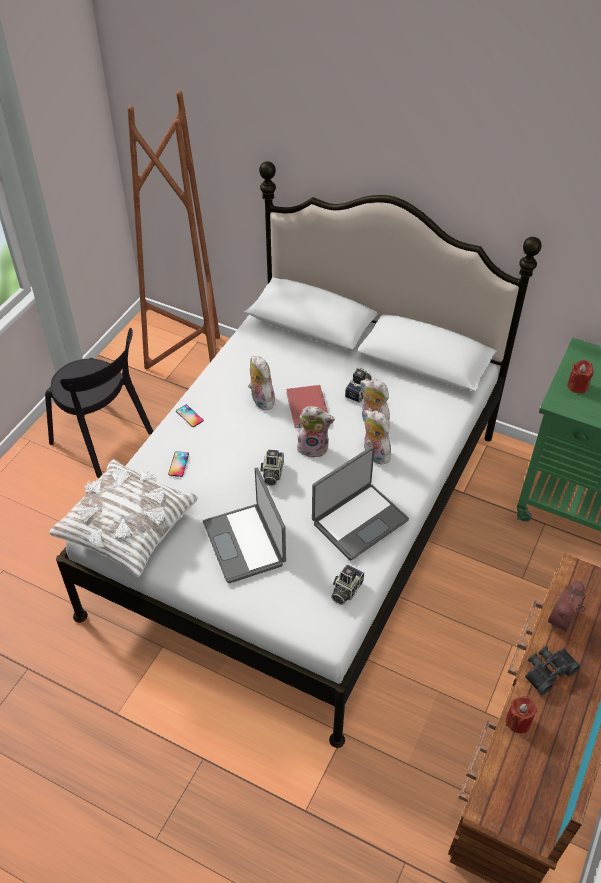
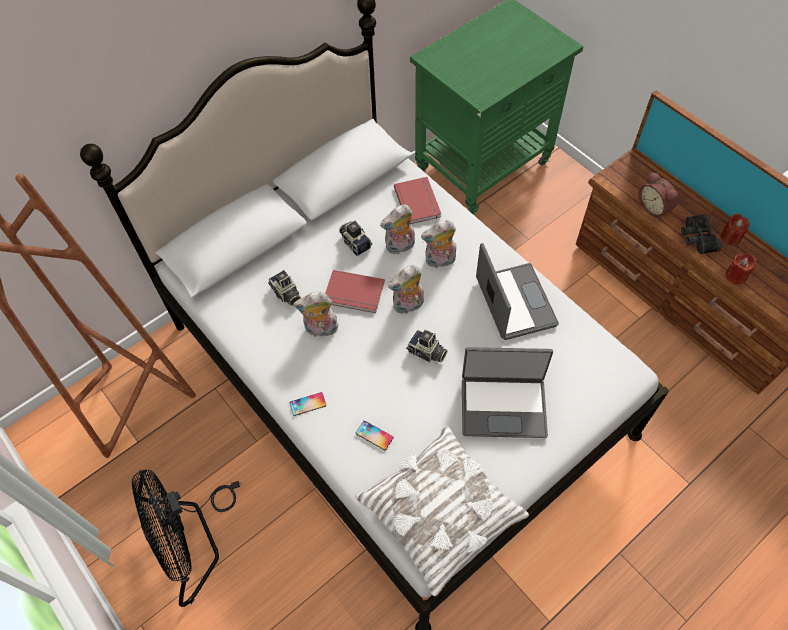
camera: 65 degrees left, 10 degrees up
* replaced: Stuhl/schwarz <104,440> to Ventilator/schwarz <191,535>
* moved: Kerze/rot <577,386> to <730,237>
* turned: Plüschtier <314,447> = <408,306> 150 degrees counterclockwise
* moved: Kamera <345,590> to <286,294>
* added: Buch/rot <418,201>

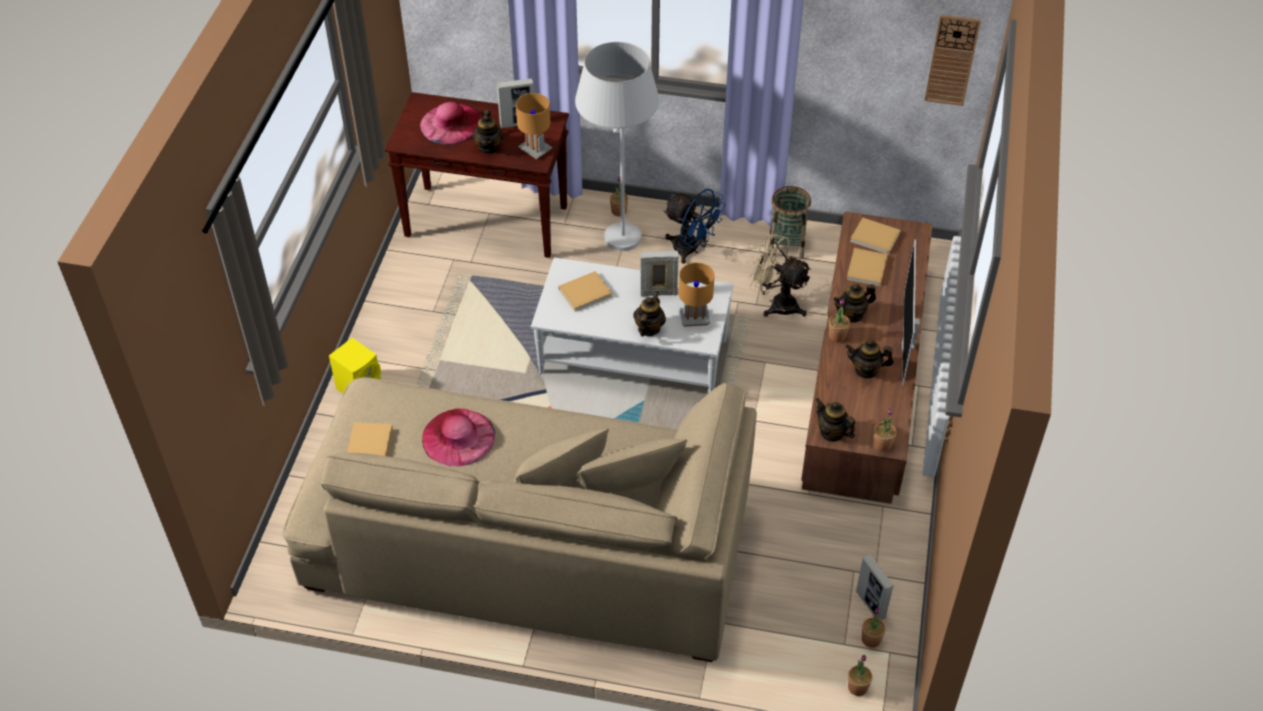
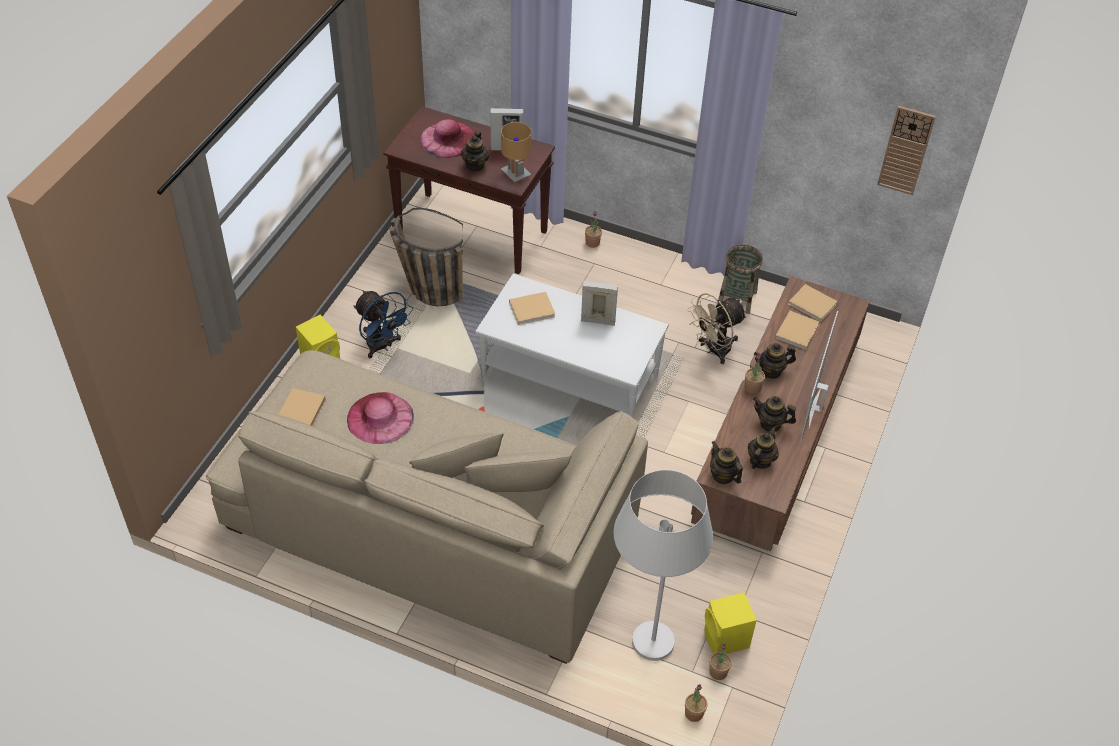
camera: 10 degrees right, 0 degrees up
* moved: Stehlampe/weiß <618,252> to <644,661>
* moved: Ventilator/blau <691,250> to <382,346>
* turned: Ventilator/beige <776,304> = <713,350> 75 degrees counterclockwise
* removed: Tischlampe/braun <694,318>
* moved: Teekanne <648,328> to <760,460>
* removed: Topfpflanze <882,444>
* replaced: Bilderrahmen <870,605> to Lautsprecher/gelb <726,640>
* added: Korb <425,289>

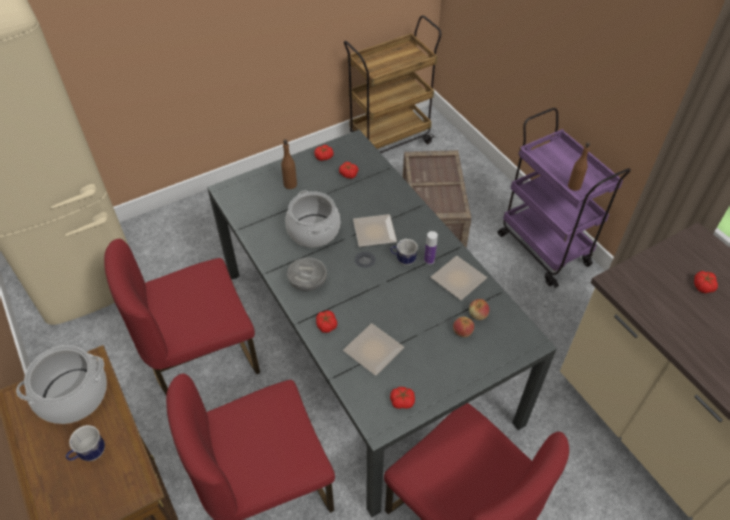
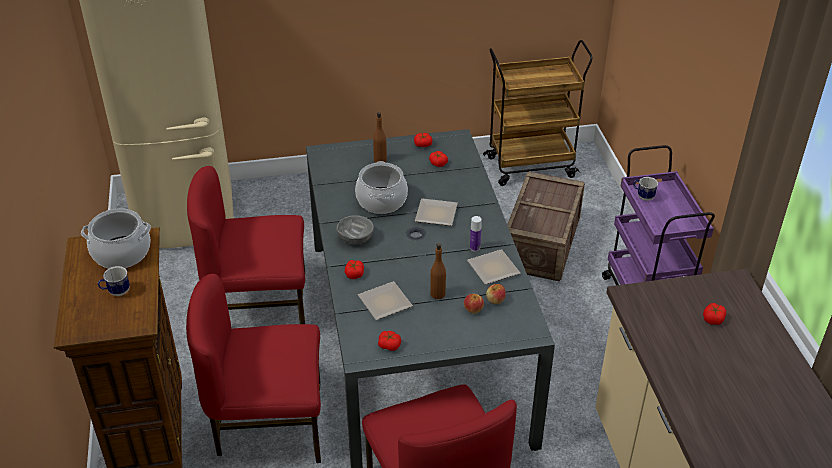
camera: 20 degrees right, 10 degrees down
* moved: Flasche/braun <574,186> to <438,294>
* moved: Henkelbecher <403,260> to <643,196>

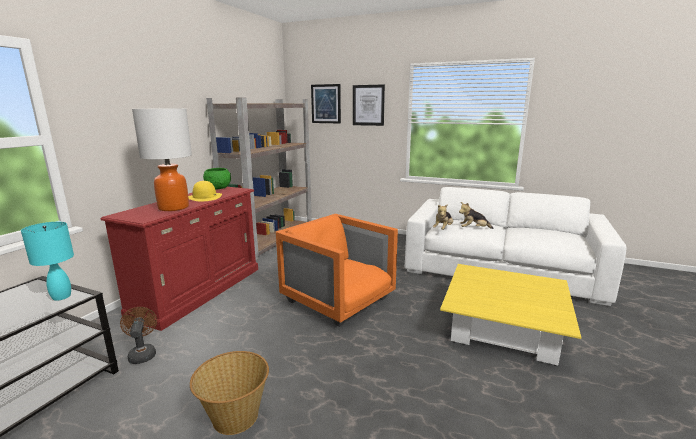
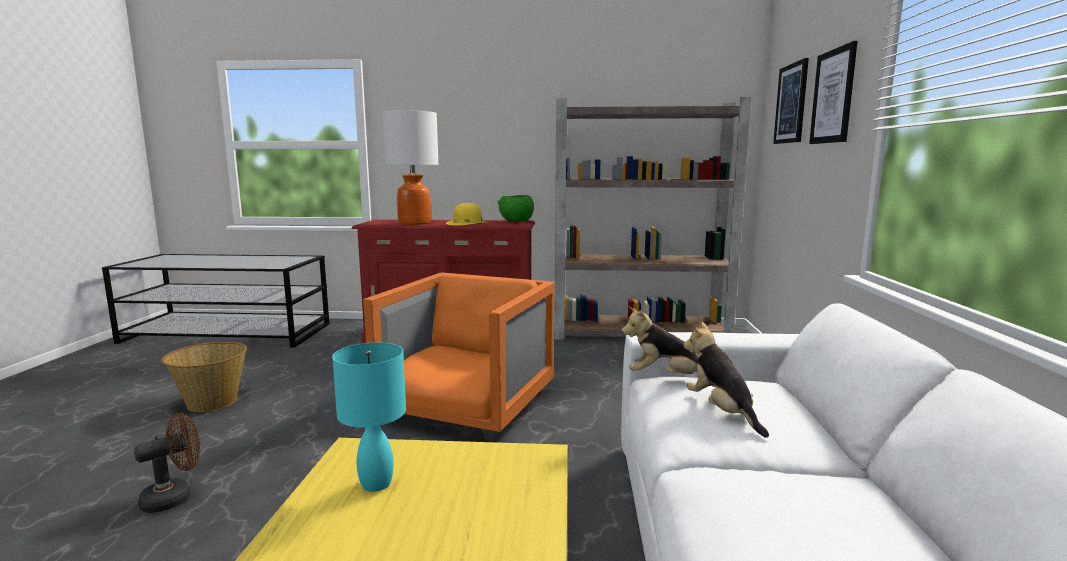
camera: 70 degrees right, 5 degrees down
* moved: Tischlampe/türkis <61,297> to <375,484>
* moved: Ventilator/braun <142,353> to <175,497>

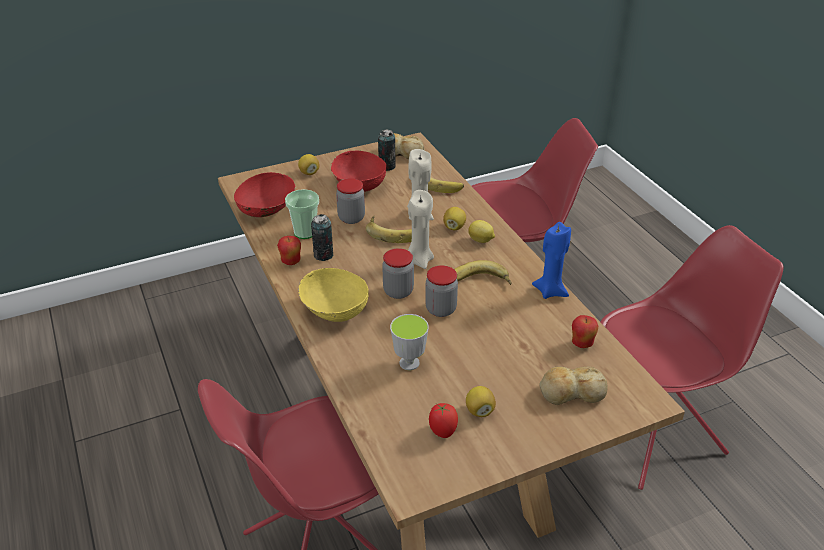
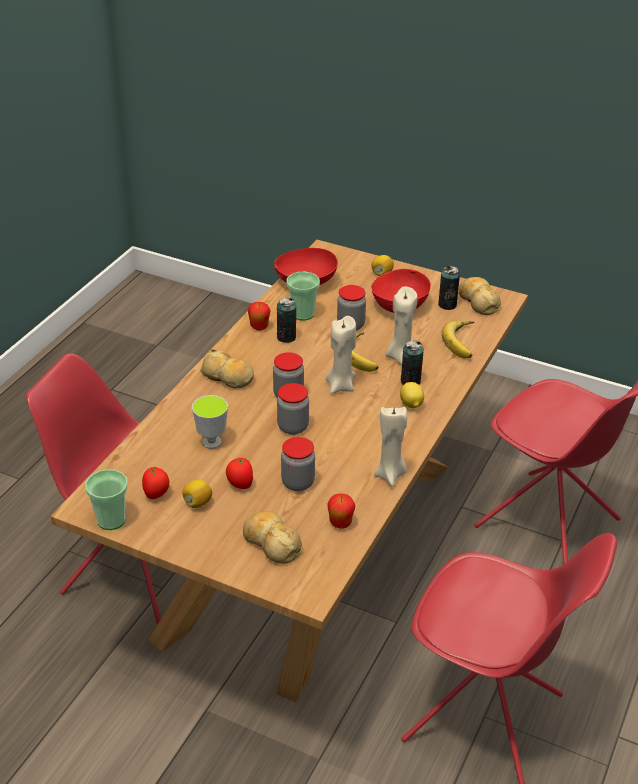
camera: 50 degrees right, 0 degrees up
* replaced: Zitrone <454,227> to Dose <410,381>
* recoloured: Kerze/blau <550,291> to Kerze/beige <390,475>
* removed: Banane <478,282>
* replaced: Schüssel/gelb <334,311> to Brot <228,377>
* added: Vorratsglas <298,482>
* added: Tomate <240,485>
* added: Tasse <111,520>

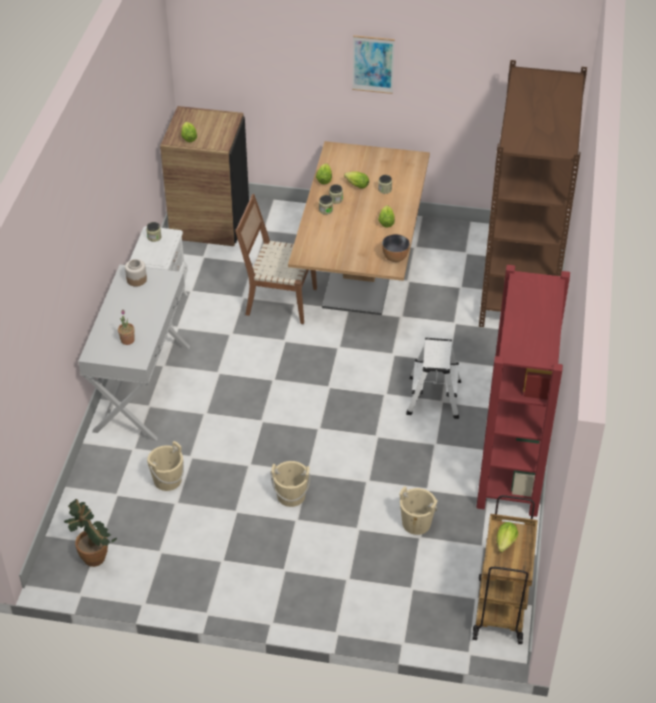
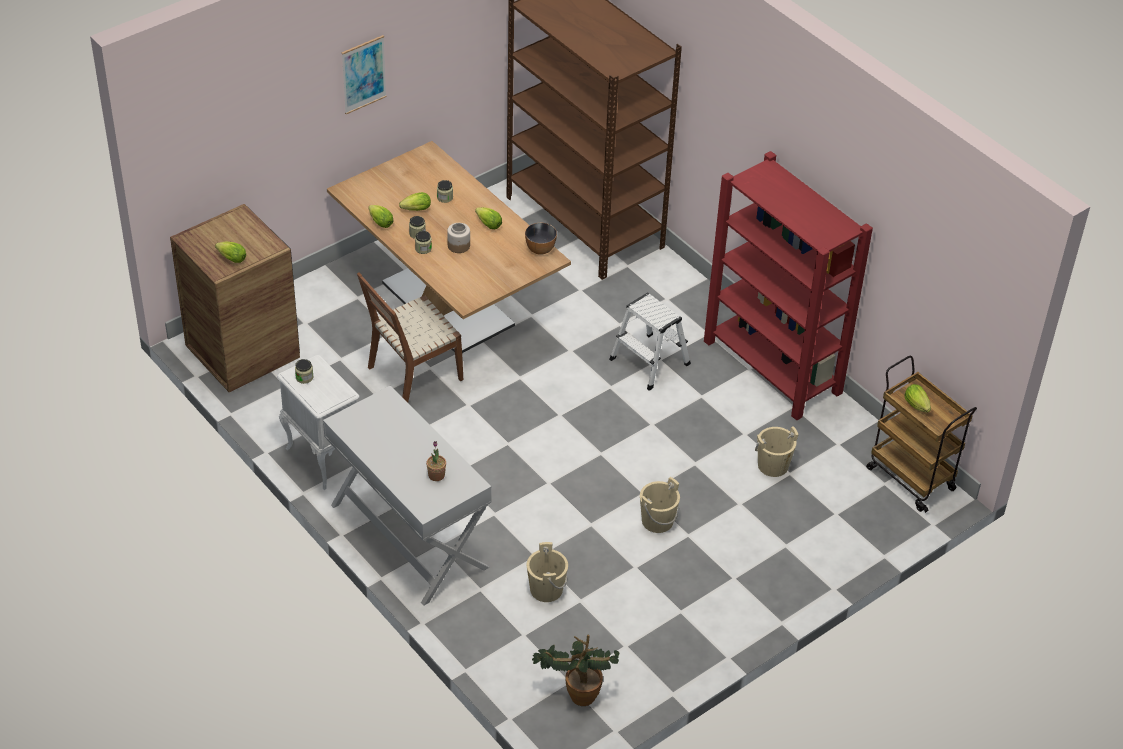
camera: 50 degrees left, 0 degrees up
* moved: Vorratsglas <136,279> to <458,245>

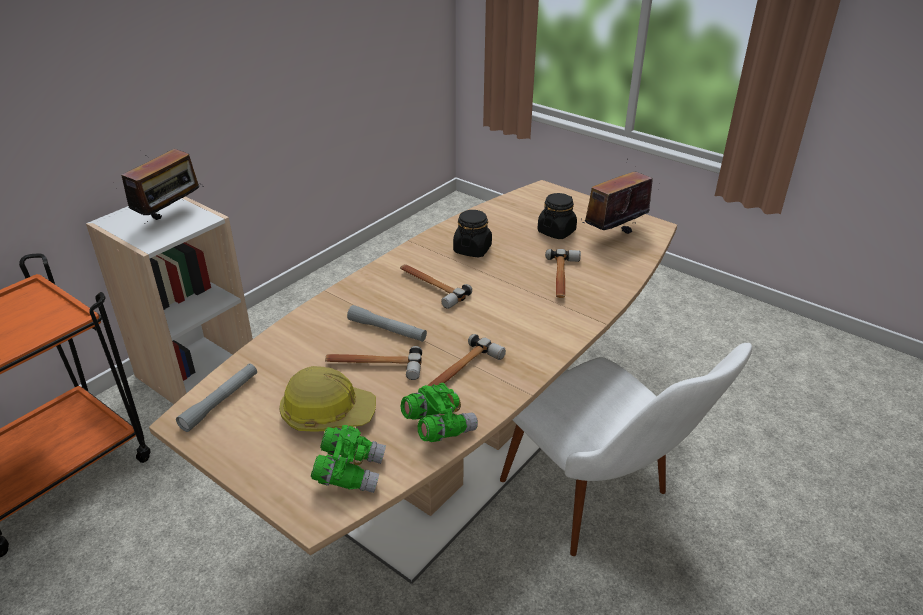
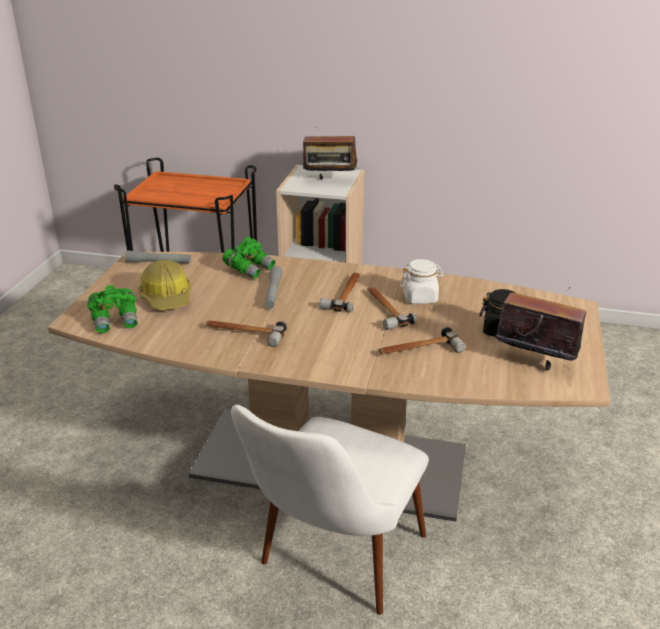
camera: 65 degrees right, 5 degrees down
* recoloured: Vorratsglas/schwarz <472,249> to Vorratsglas/weiß <420,298>
* moved: Hammer <373,365> to <385,310>
* moved: Fernglas/grün <438,426> to <249,269>

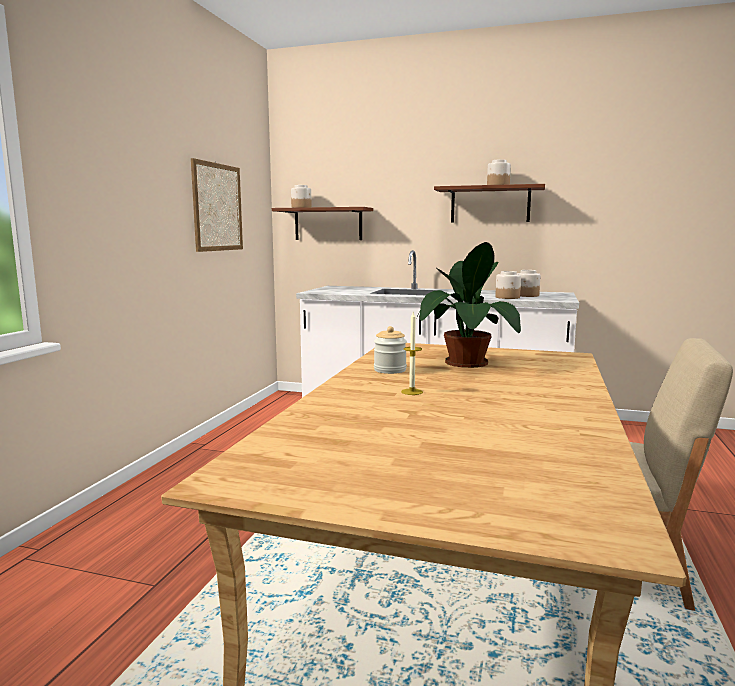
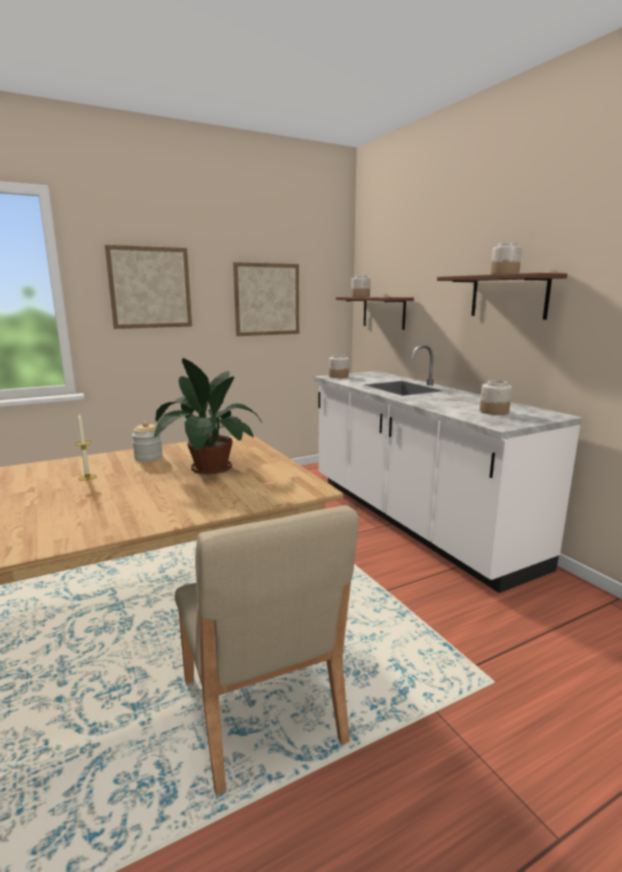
camera: 45 degrees right, 5 degrees up
* moved: Vorratsglas <507,297> to <338,376>
* added: Bild <150,286>

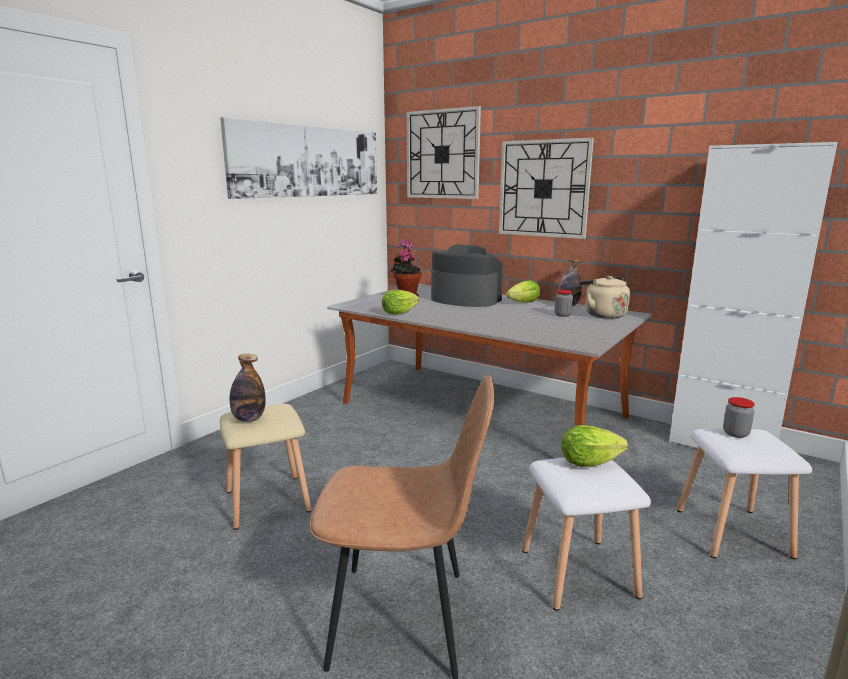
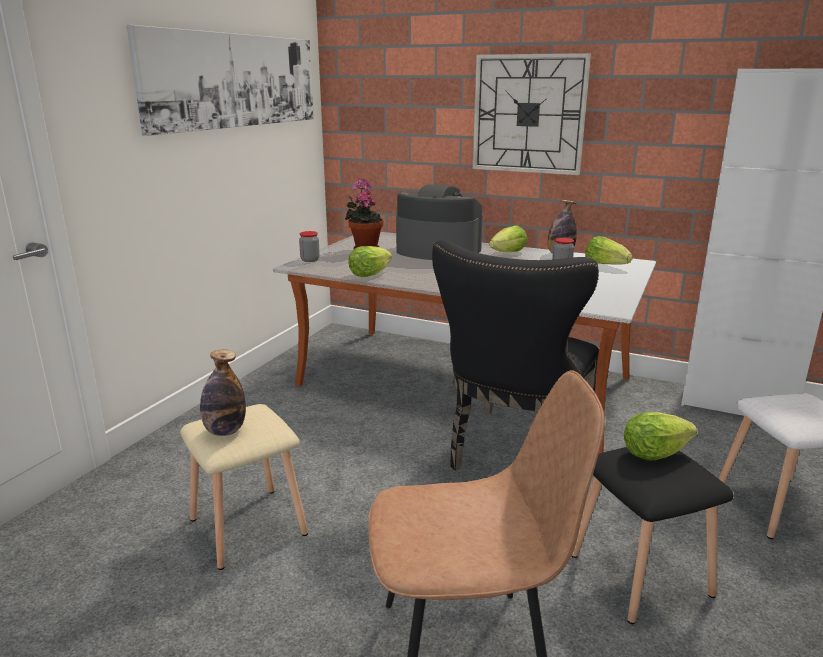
camera: 10 degrees left, 5 degrees up
* removed: Wanduhr <442,154>
* replaced: Wasserkessel/beige <602,315> to Salatkopf <605,265>
* moved: Vorratsglas <735,433> to <310,260>
* recoloured: Hocker/weiß <580,574> to Hocker/schwarz <642,575>
* added: Stuhl/schwarz <514,454>

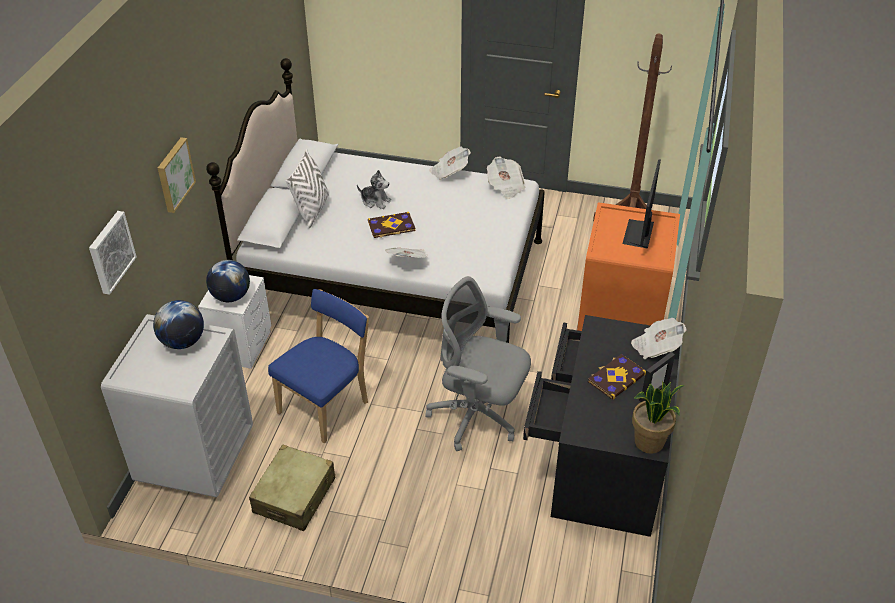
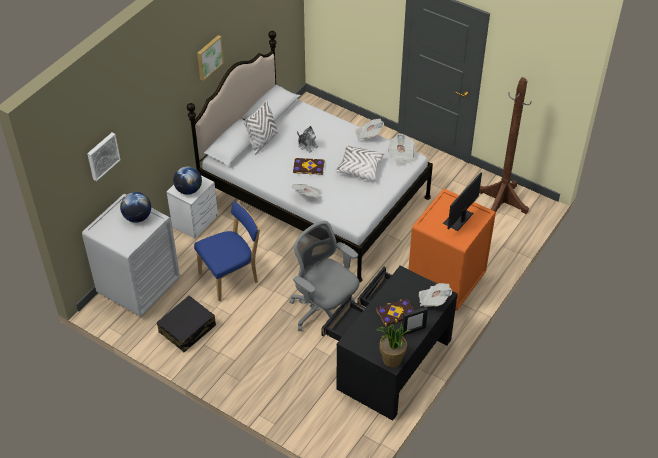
camera: 20 degrees right, 5 degrees up
* moved: Bild <174,174> to <209,57>
* recoloured: Koffer/beige <295,495> to Koffer/schwarz <187,329>
* added: Kissen/weiß <359,168>

